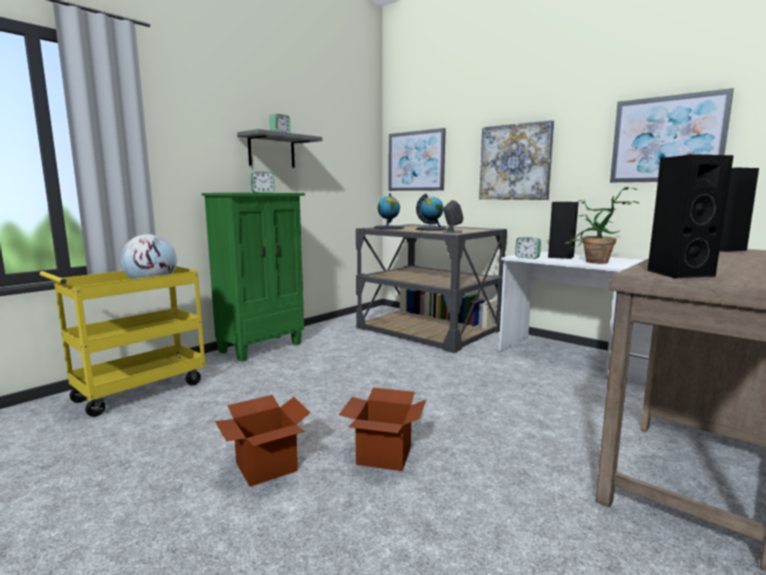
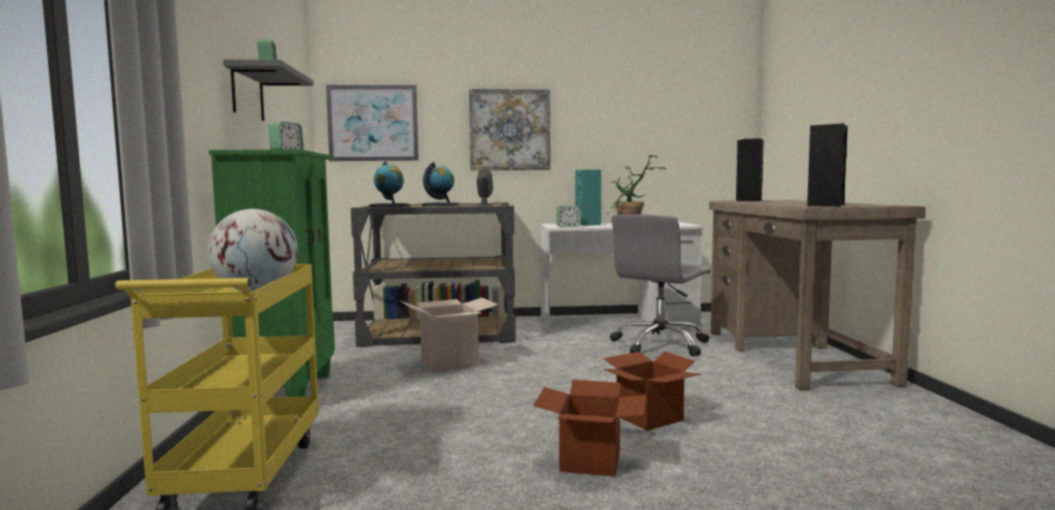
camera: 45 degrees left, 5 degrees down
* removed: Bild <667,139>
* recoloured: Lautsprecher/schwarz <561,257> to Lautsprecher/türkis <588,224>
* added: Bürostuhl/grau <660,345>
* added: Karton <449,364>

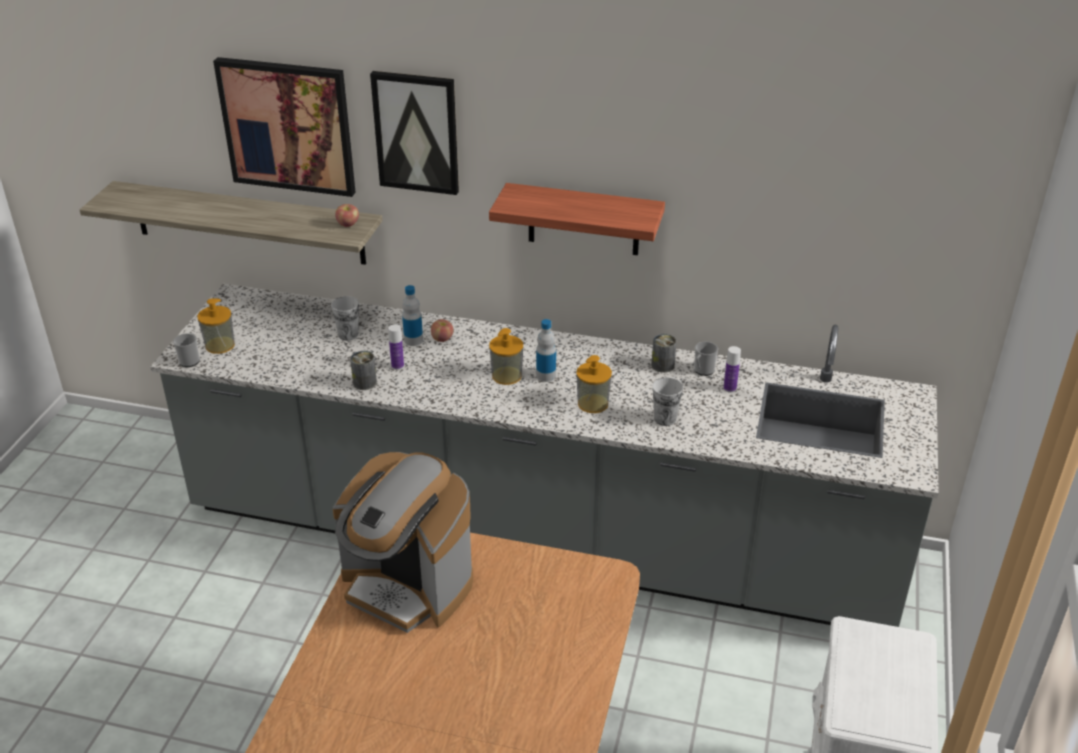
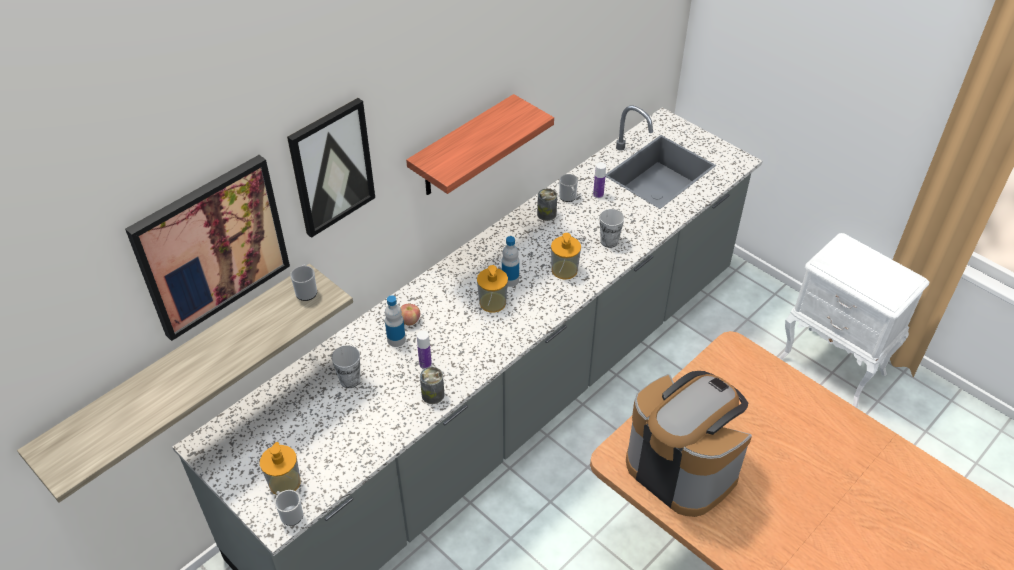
camera: 60 degrees left, 10 degrees up
* replaced: Apfel <348,224> to Henkelbecher <306,291>
* turned: Kaffeemaschine <407,586> = <681,467> 105 degrees counterclockwise

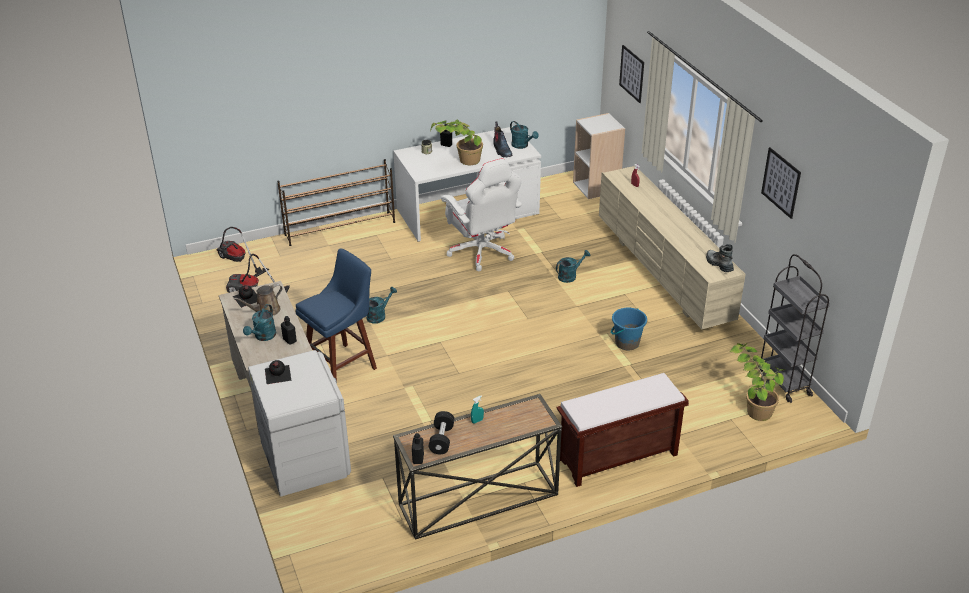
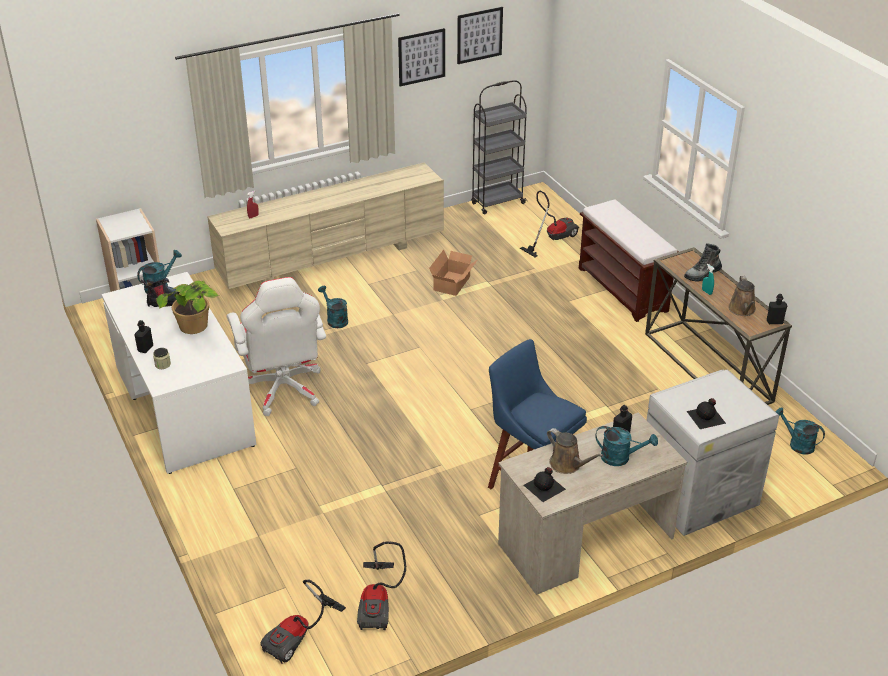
camera: 95 degrees left, 0 degrees up
* moved: Bild <632,73> to <479,35>
* turned: Bürostuhl/weiß <481,251> = <282,388> 105 degrees clockwise
* removed: Schuhregal/braun <340,228>
* moved: Stiefel <719,264> to <702,274>
* moved: Gießkanne/türkis <379,315> to <797,444>
* replaced: Eimer/blau <627,343> to Karton <453,283>
* removed: Topfpflanze <752,404>
* replaced: Hantel/schwarz <441,439> to Gießkanne/braun <742,310>
* added: Staubsauger <552,238>

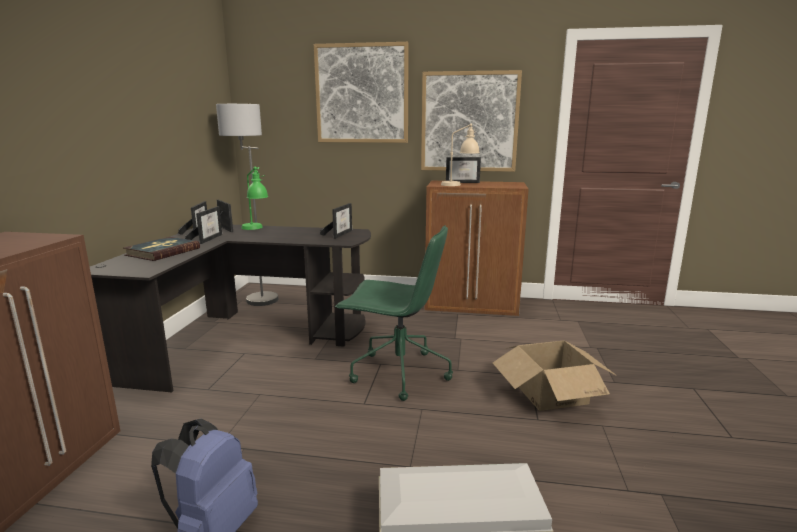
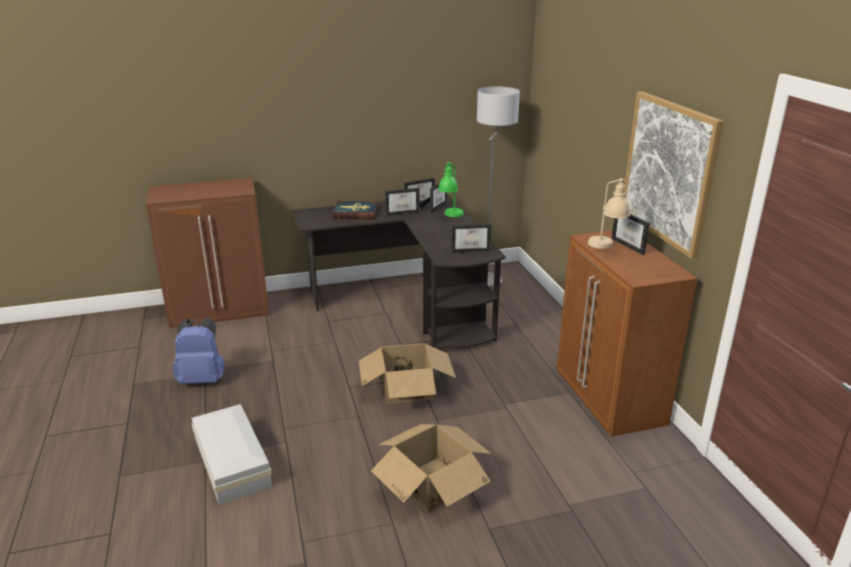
camera: 65 degrees right, 10 degrees up
* removed: Bild <362,94>
* replaced: Bürostuhl/grün <395,373> to Karton <406,388>

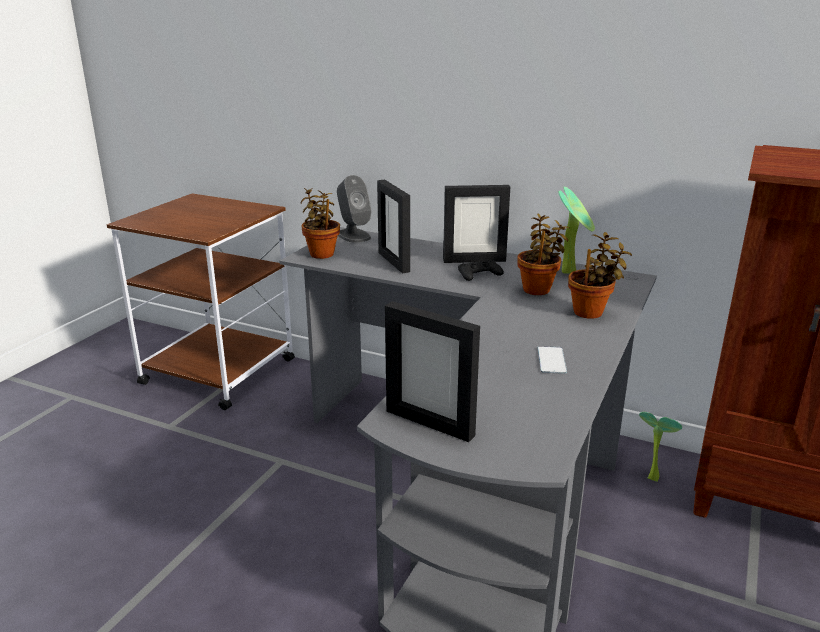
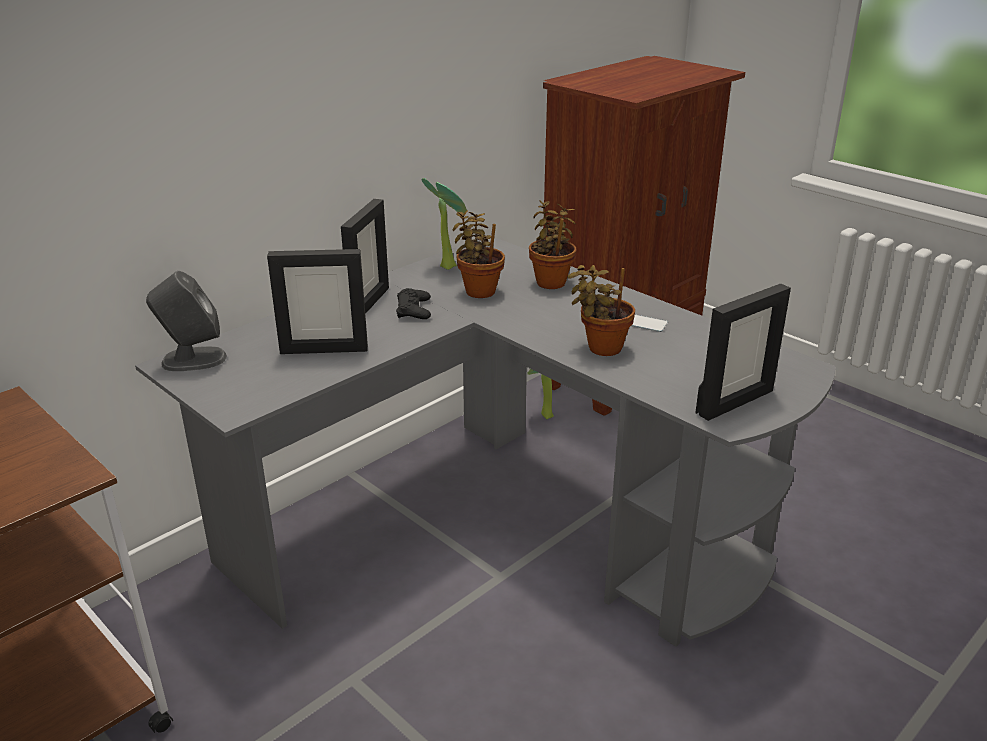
camera: 70 degrees left, 5 degrees up
* moved: Topfpflanze <321,253> to <600,348>

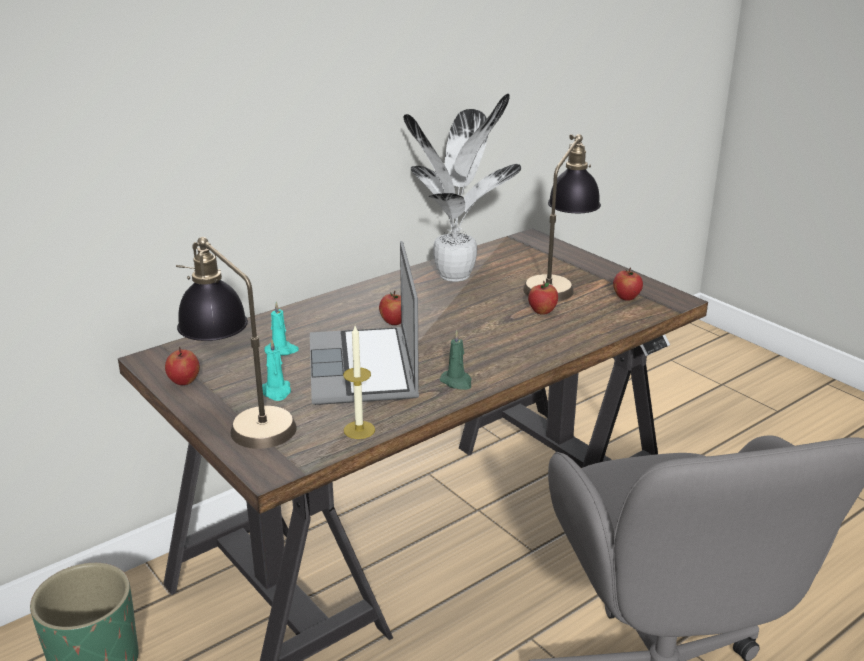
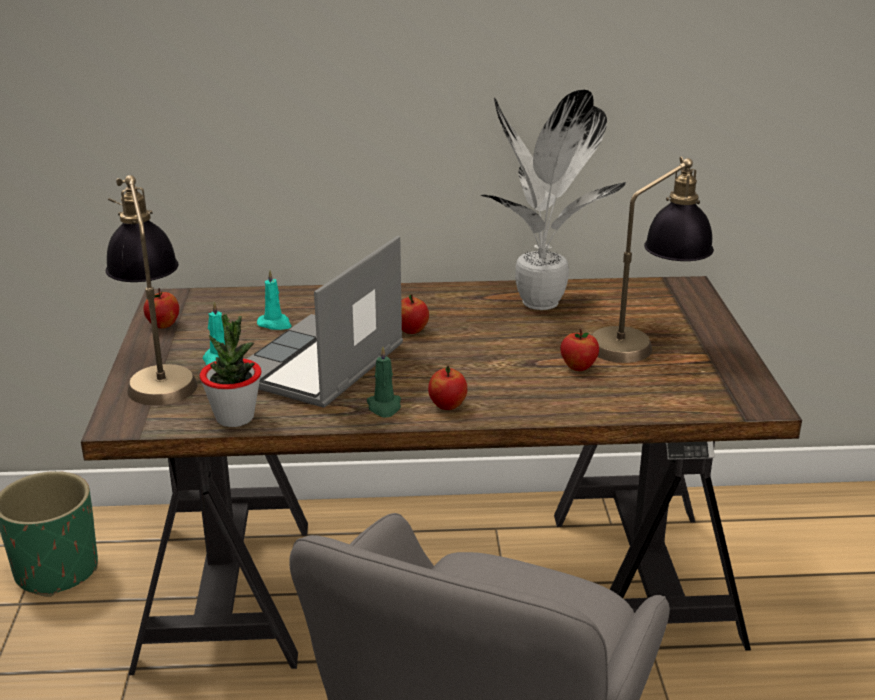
camera: 35 degrees right, 0 degrees up
* moved: Apfel <626,298> to <447,405>
* replaced: Kerze <359,430> to Topfpflanze <235,418>

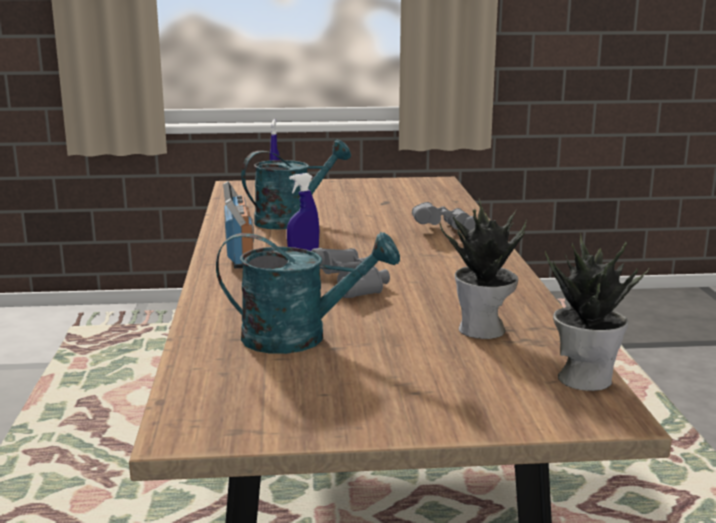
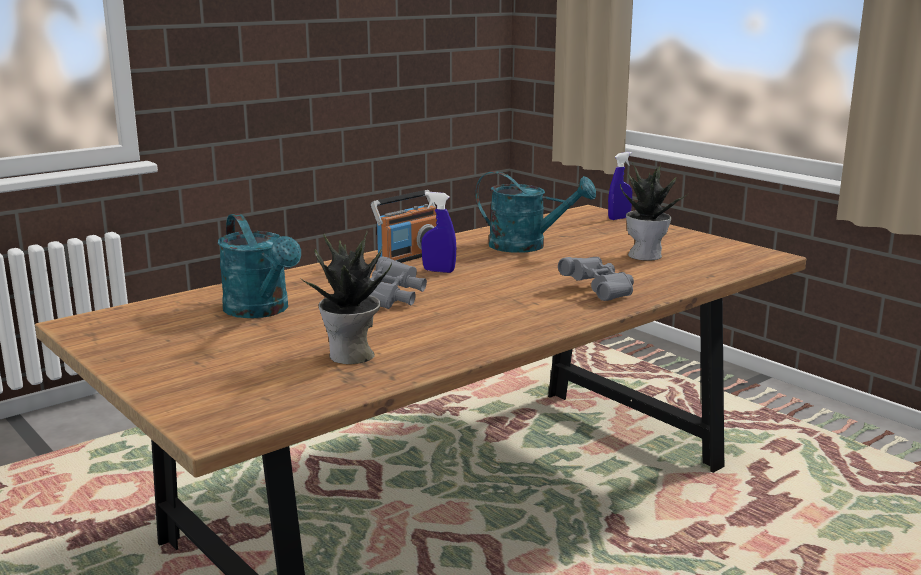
camera: 55 degrees right, 0 degrees up
* moved: Topfpflanze <585,378> to <646,255>

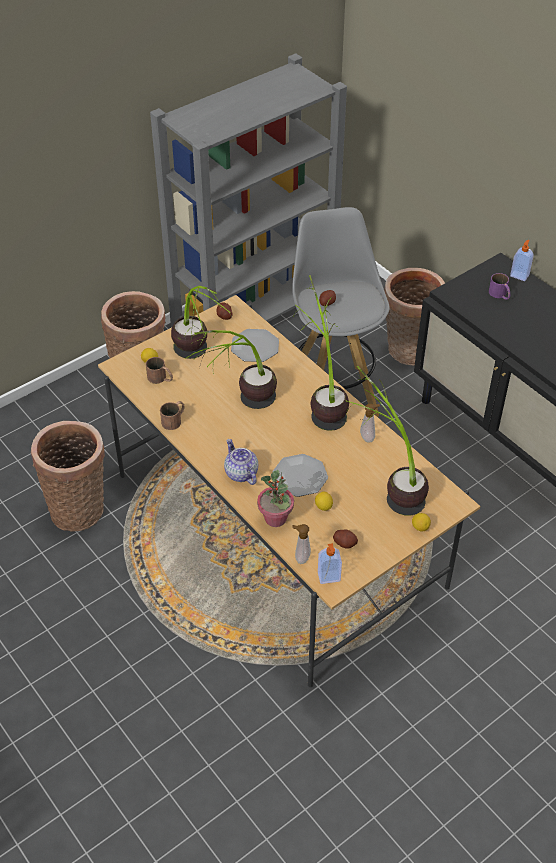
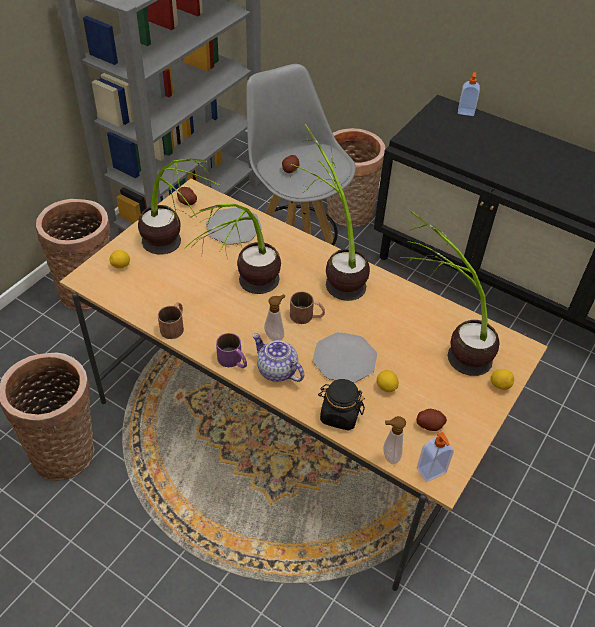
camera: 20 degrees left, 0 degrees up
* moved: Henkelbecher/lila <500,295> to <233,361>
* moved: Henkelbecher/braun <160,378> to <307,316>
* moved: Seifenspender <368,437> to <275,335>
* replaced: Topfpflanze <276,518> to Vorratsglas/schwarz <339,415>

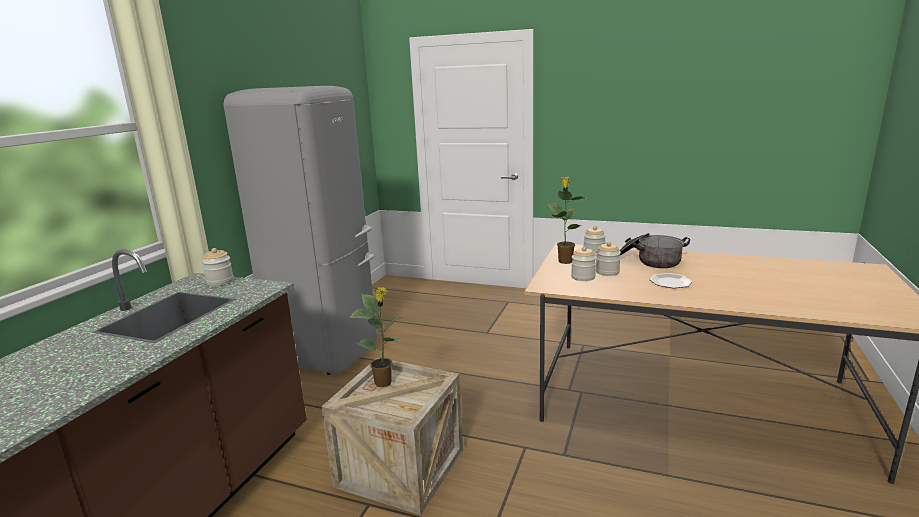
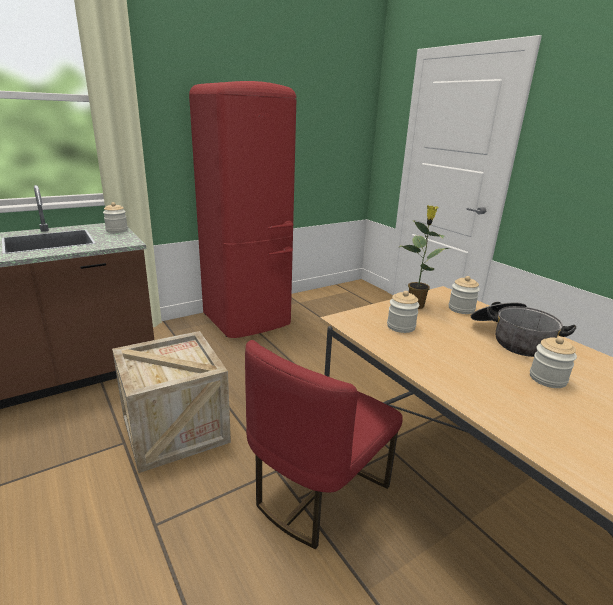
camera: 35 degrees right, 5 degrees up
* recoloured: Kühlschrank/grau <329,350> to Kühlschrank/rot <249,320>
* moved: Vorratsglas <607,272> to <547,379>
* removed: Teller <670,282>
* removed: Topfpflanze <384,382>
* added: Stuhl/rot <317,491>

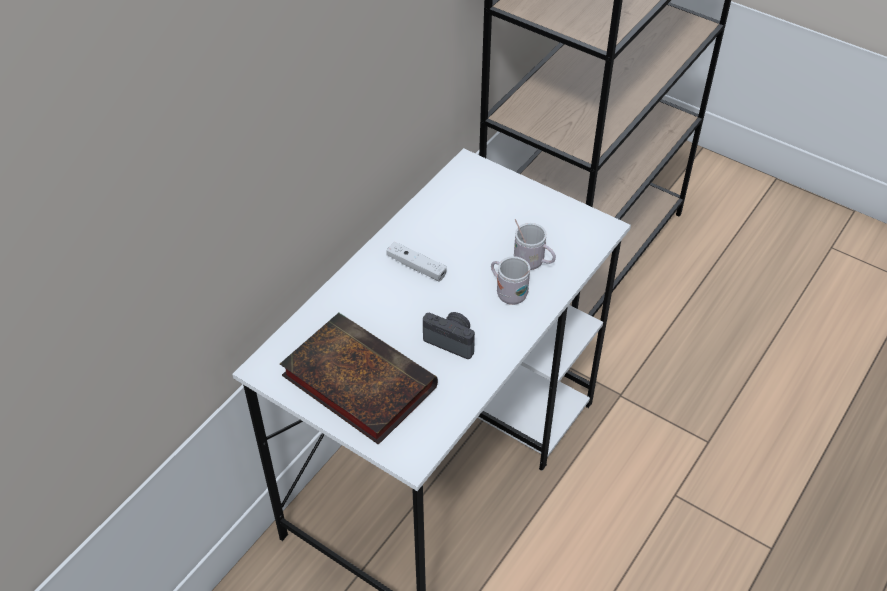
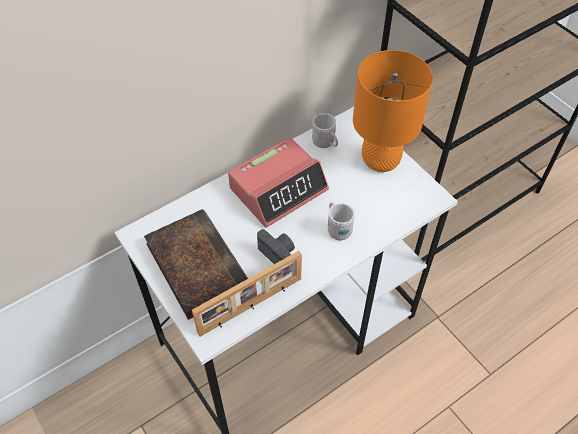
camera: 20 degrees right, 5 degrees up
* moved: Henkelbecher/weiß <532,263> to <325,144>
* replaced: Gamepad/weiß <416,267> to Wecker <278,189>
* added: Tischlampe/orange <381,160>
* added: Bilderrahmen <251,306>

